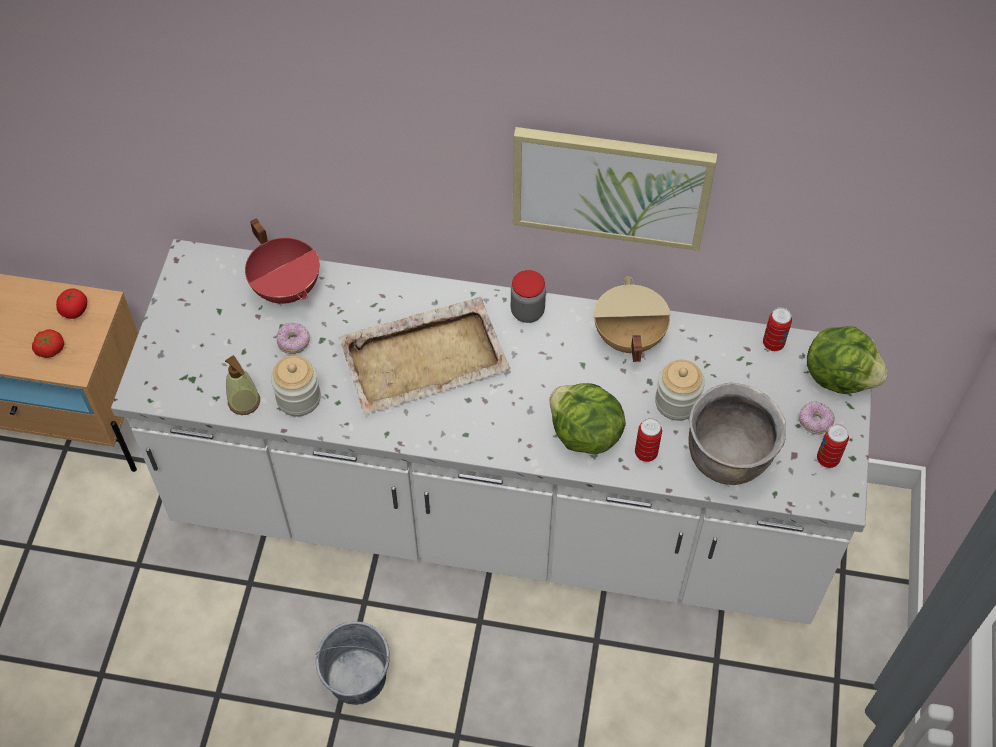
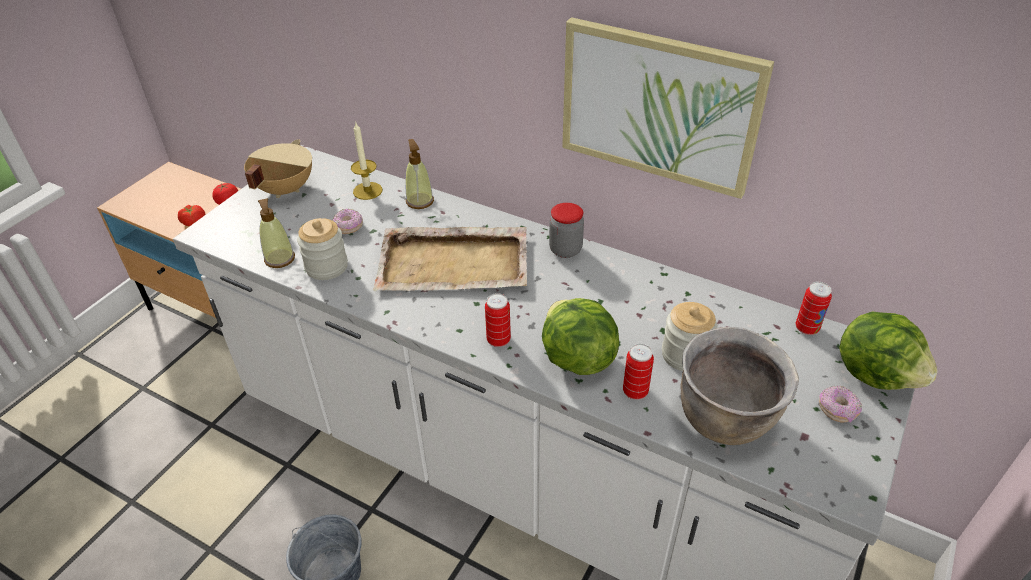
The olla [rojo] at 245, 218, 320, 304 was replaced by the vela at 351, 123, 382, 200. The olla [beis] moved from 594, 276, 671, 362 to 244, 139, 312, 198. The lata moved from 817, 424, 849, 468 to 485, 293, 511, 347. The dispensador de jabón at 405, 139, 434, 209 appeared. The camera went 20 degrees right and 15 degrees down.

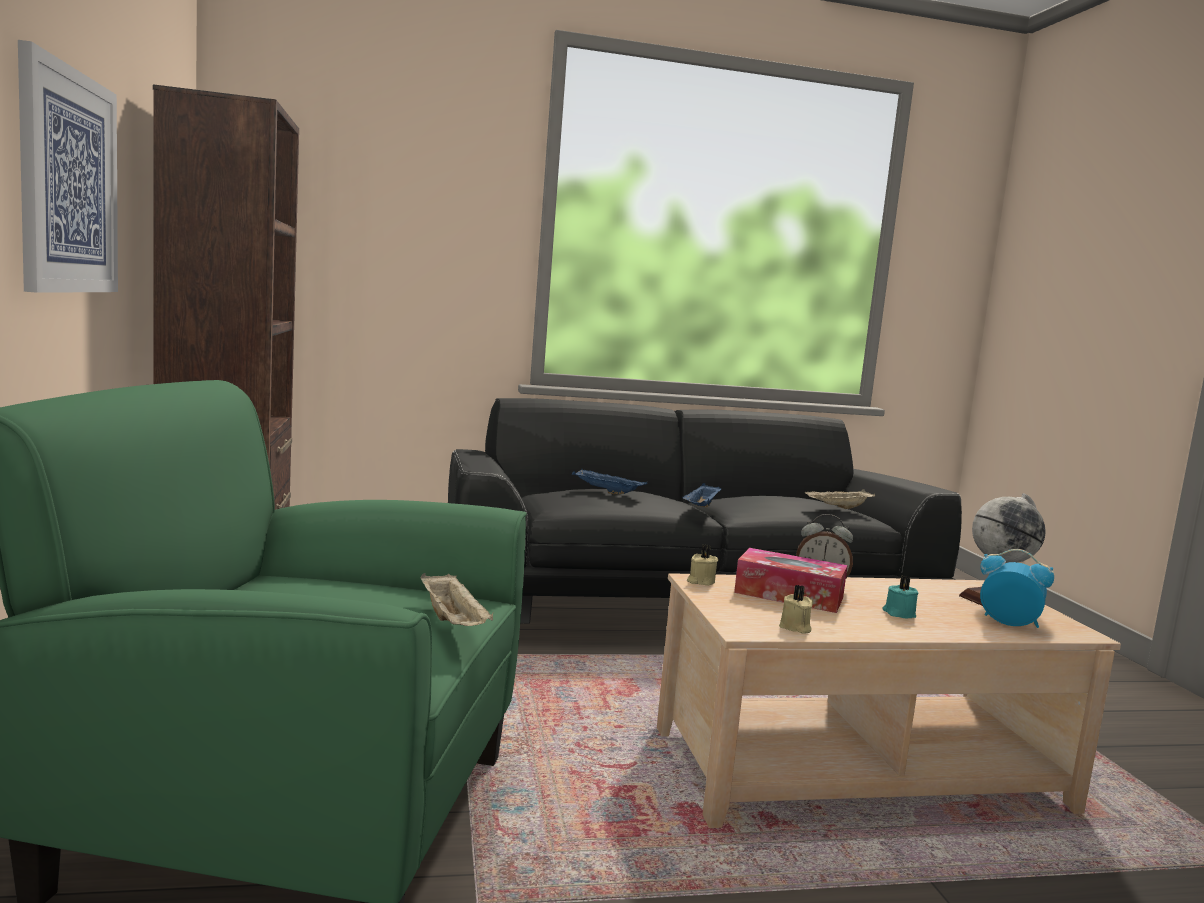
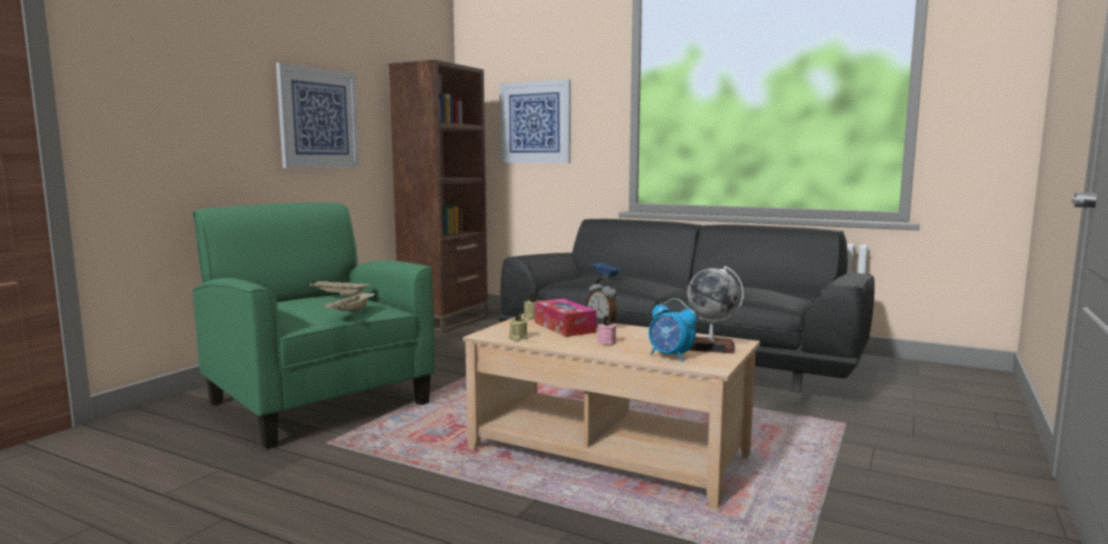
The bandeja [azul] at 682, 483, 722, 508 disappeared. The bandeja [beis] moved from 805, 489, 875, 509 to 310, 281, 371, 296. The vela [turquesa] at 882, 575, 918, 619 became the vela [rosa] at 596, 316, 617, 345. The despertador at 980, 549, 1054, 628 turned 150 degrees clockwise. The cuadro at 499, 79, 571, 163 appeared. The camera went 40 degrees right and 0 degrees up.

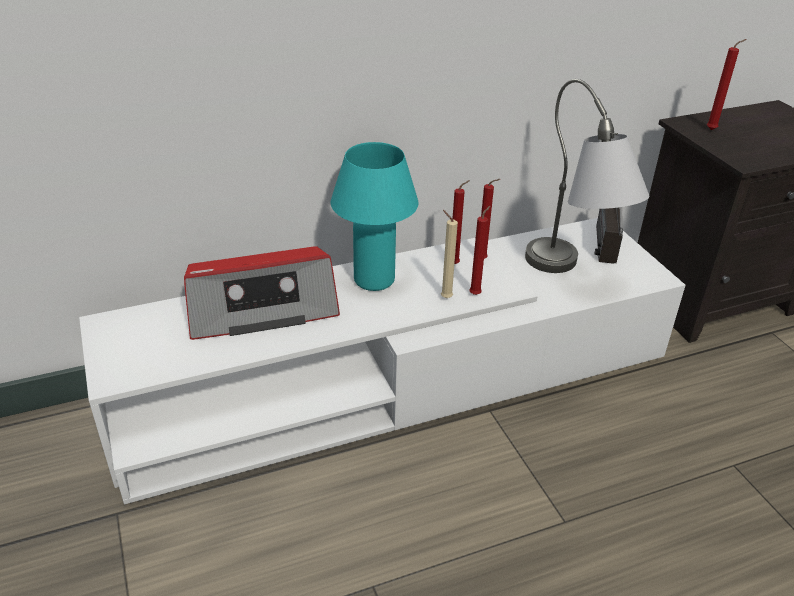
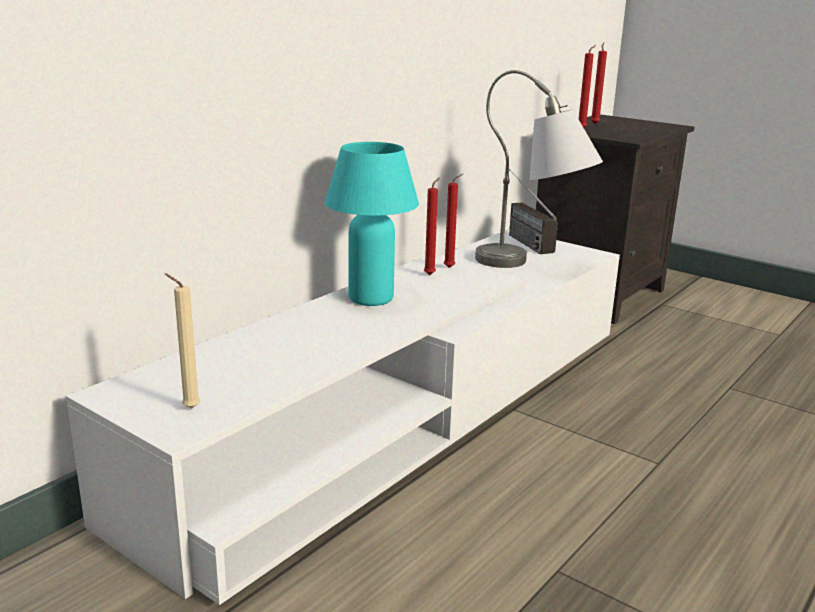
The radio at 184, 246, 340, 340 disappeared. The vela [beis] moved from 441, 210, 458, 298 to 165, 273, 200, 409. The vela [rojo] moved from 469, 206, 490, 295 to 590, 42, 607, 124. The camera went 30 degrees left and 15 degrees down.

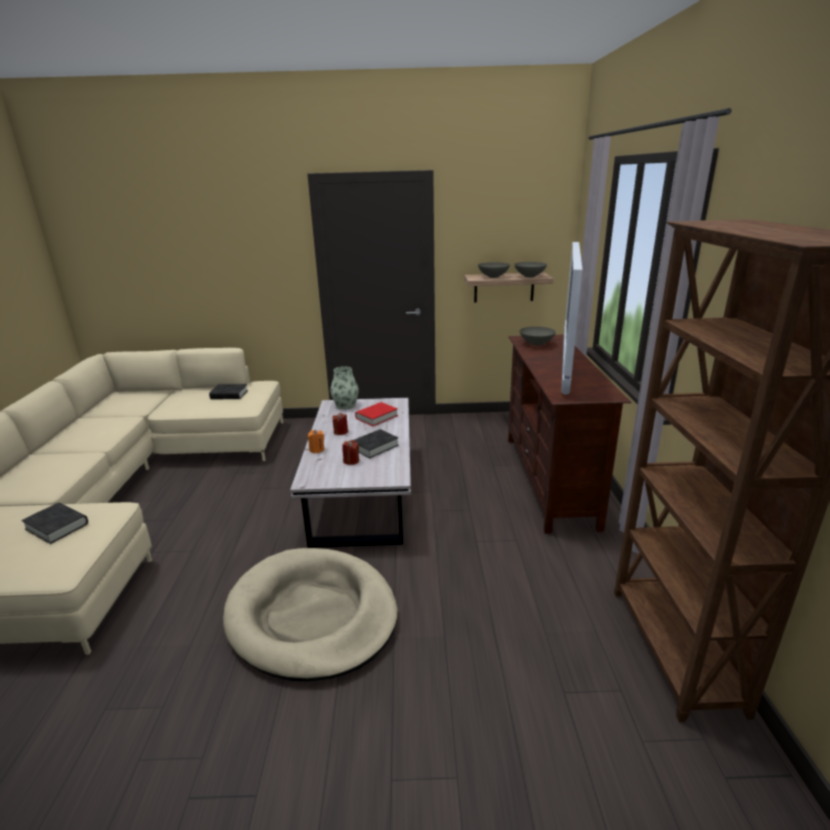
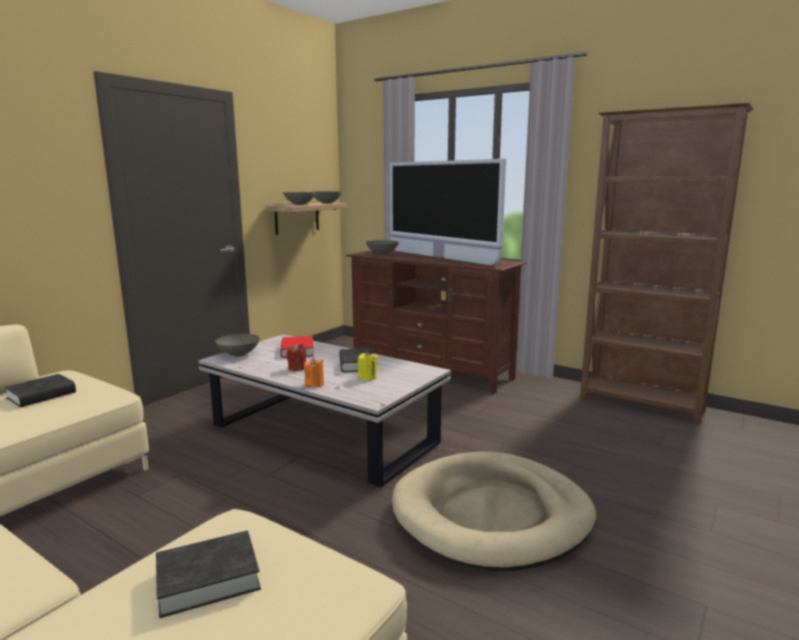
The florero at 330, 366, 359, 409 was replaced by the cuenco [gris] at 215, 334, 260, 357. The vela [rojo] at 342, 440, 359, 465 became the vela [amarillo] at 358, 352, 378, 380. The camera went 55 degrees left and 10 degrees down.

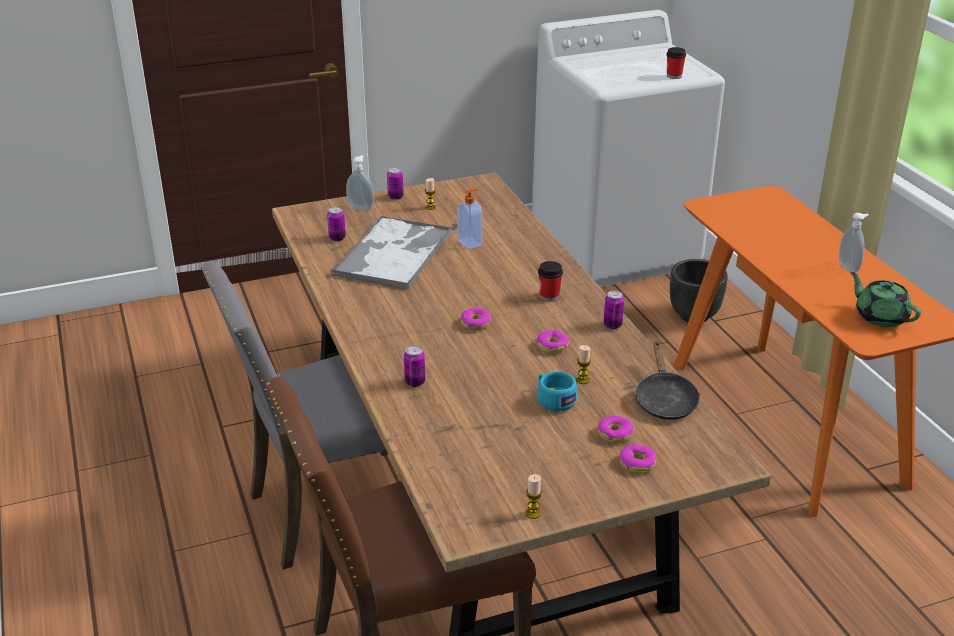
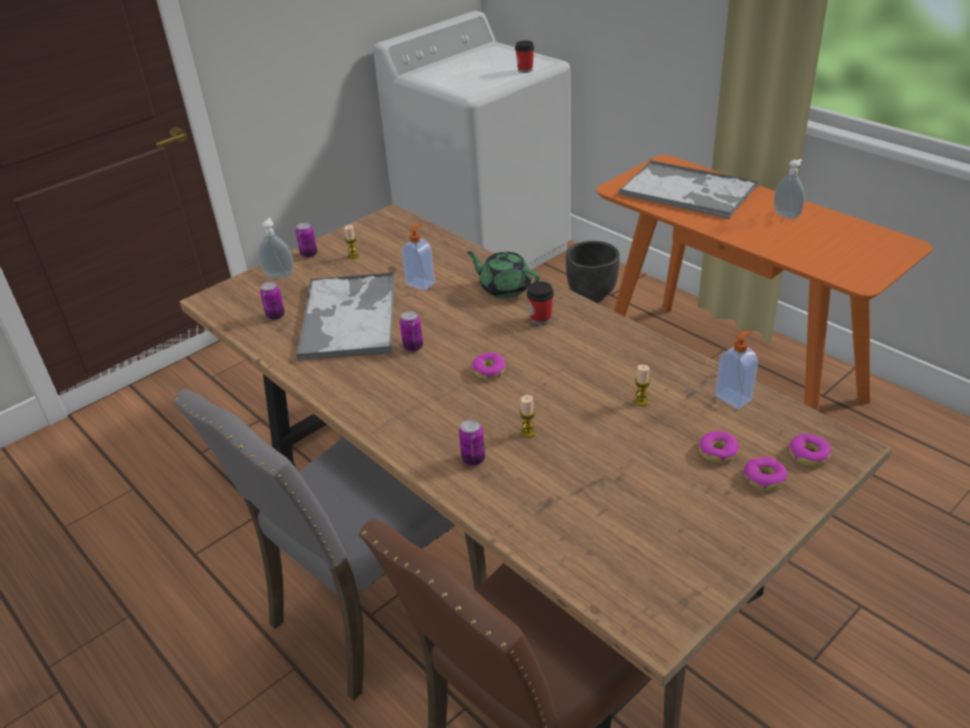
The vela moved from 525, 474, 542, 519 to 519, 395, 536, 438. The rosquilla moved from 537, 330, 569, 353 to 788, 433, 832, 467. The taza [turquesa] at 537, 371, 577, 411 disappeared. The lata moved from 603, 291, 624, 329 to 400, 311, 423, 352. The sartén [negro] at 635, 341, 700, 420 was replaced by the dispensador de jabón at 715, 331, 758, 409. The tetera [verde] moved from 850, 272, 921, 327 to 467, 251, 540, 298. The bandeja at 619, 160, 758, 219 appeared. The camera went 20 degrees left and 5 degrees up.

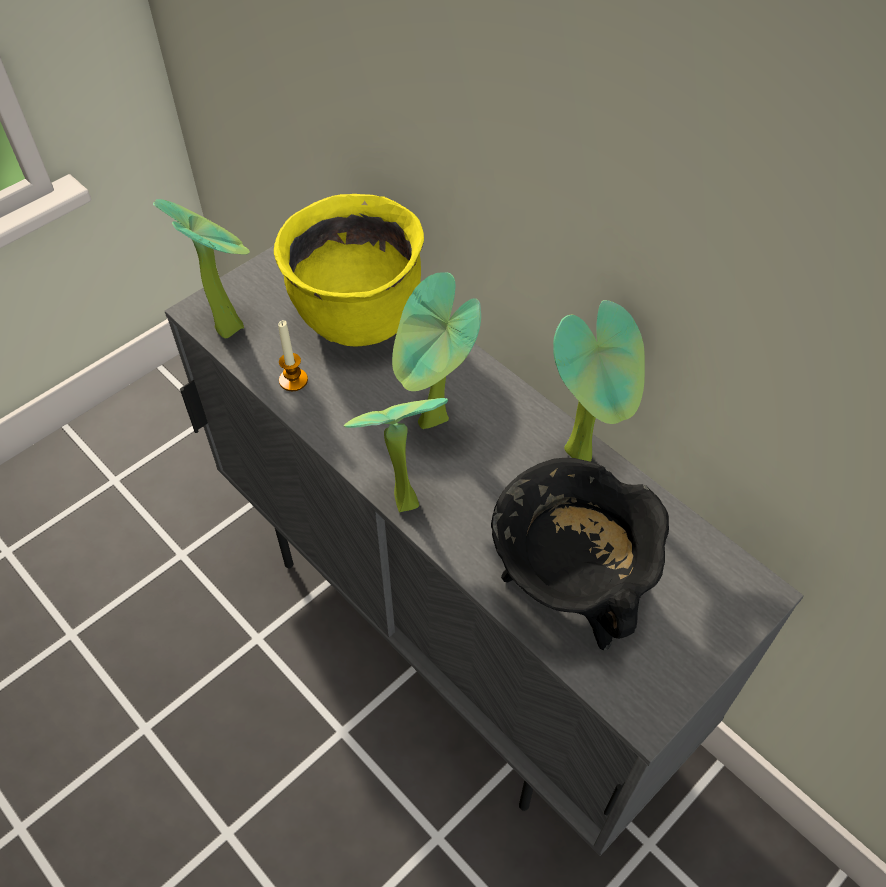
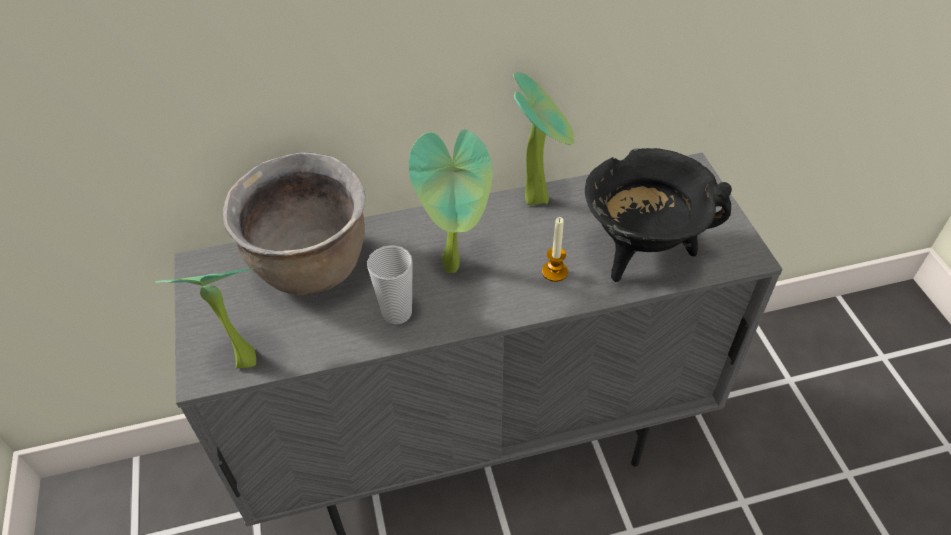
The olla [amarillo] at 274, 194, 424, 346 became the olla [marrón] at 223, 152, 366, 295. The vela moved from 278, 320, 308, 391 to 542, 217, 568, 282. The planta en maceta at 344, 398, 448, 512 disappeared. The taza at 367, 245, 413, 324 appeared. The camera went 60 degrees left and 5 degrees down.

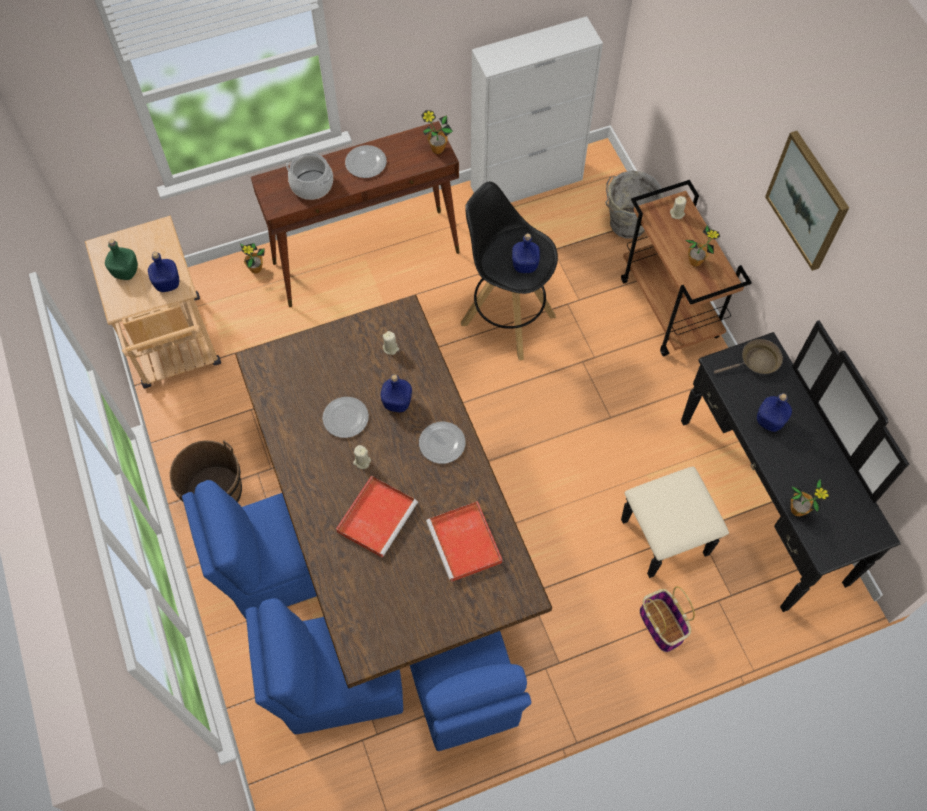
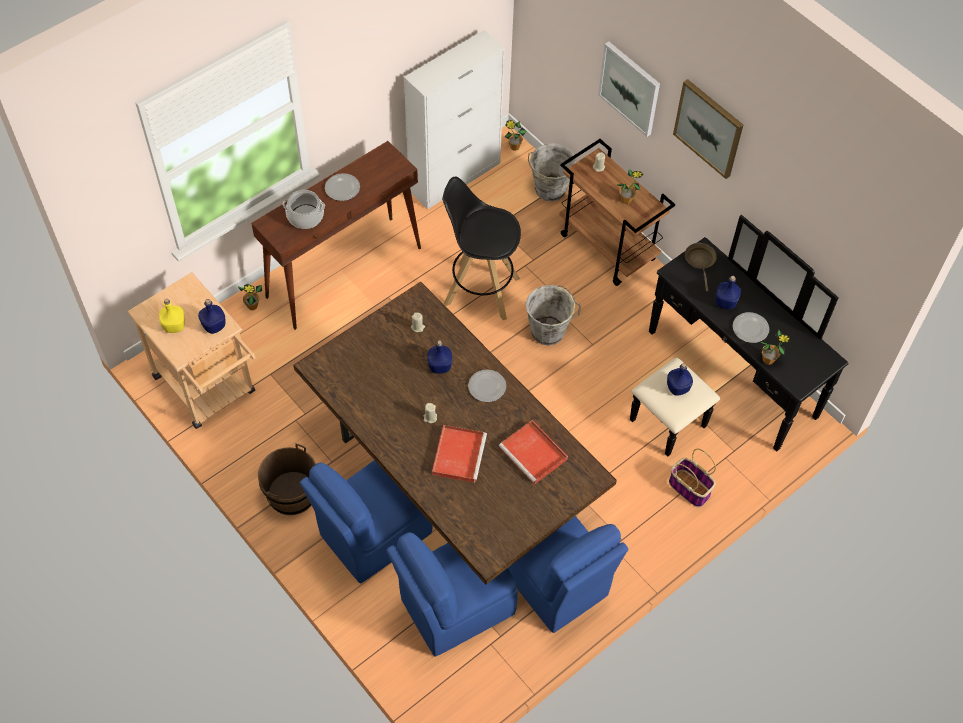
The botella [verde] at 105, 239, 138, 280 became the botella [amarillo] at 159, 299, 185, 333. The plato moved from 323, 397, 369, 438 to 733, 312, 769, 343. The planta en maceta moved from 421, 110, 453, 154 to 505, 120, 527, 151. The botella [azul] moved from 512, 233, 540, 273 to 667, 363, 693, 396. The sartén [marrón] at 714, 339, 783, 374 turned 60 degrees counterclockwise. The cubo [gris] at 525, 285, 581, 346 appeared. The cuadro at 598, 41, 660, 137 appeared. The camera went 20 degrees left and 5 degrees down.

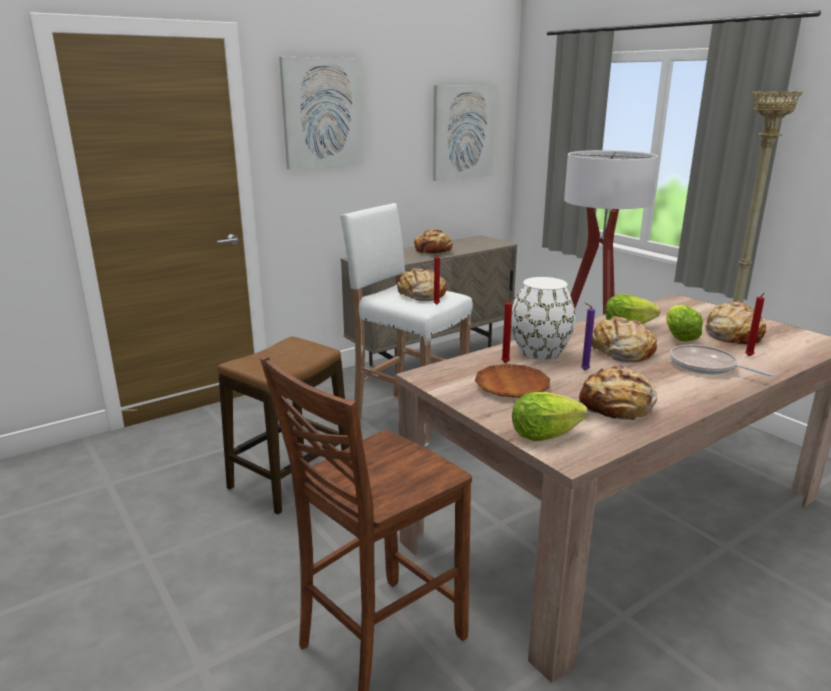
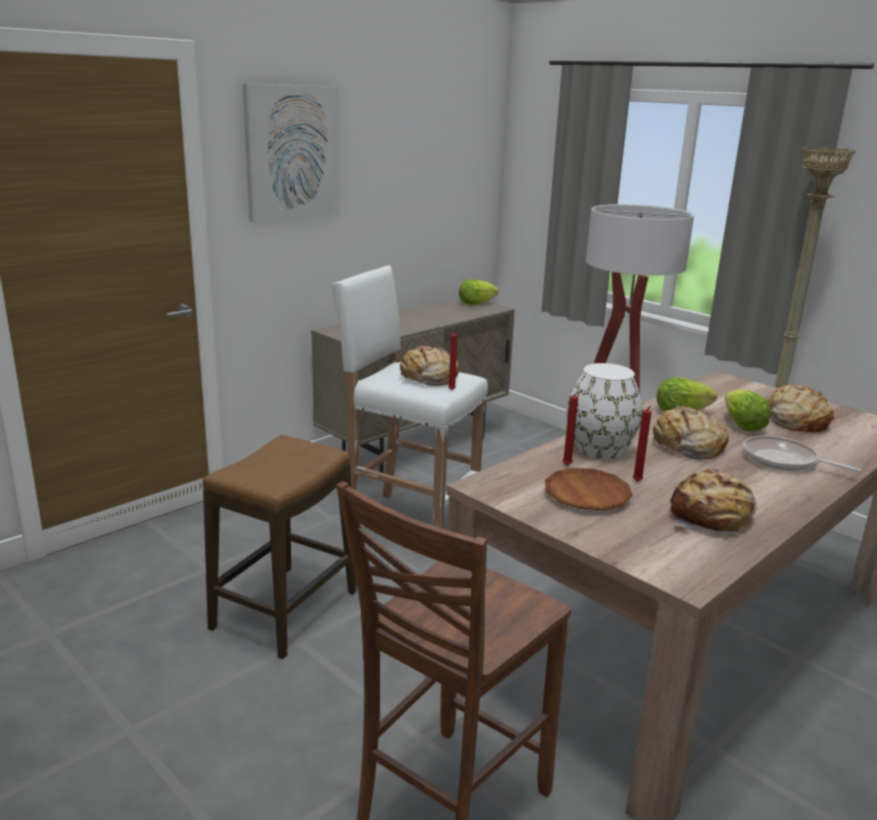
The pan at 414, 229, 453, 254 disappeared. The cuadro at 433, 85, 496, 181 disappeared. The lechuga moved from 512, 392, 588, 441 to 459, 279, 499, 305. The vela [morado] at 581, 303, 595, 370 disappeared. The vela [rojo] moved from 745, 293, 765, 356 to 633, 406, 651, 482. The camera went 10 degrees left and 0 degrees up.

